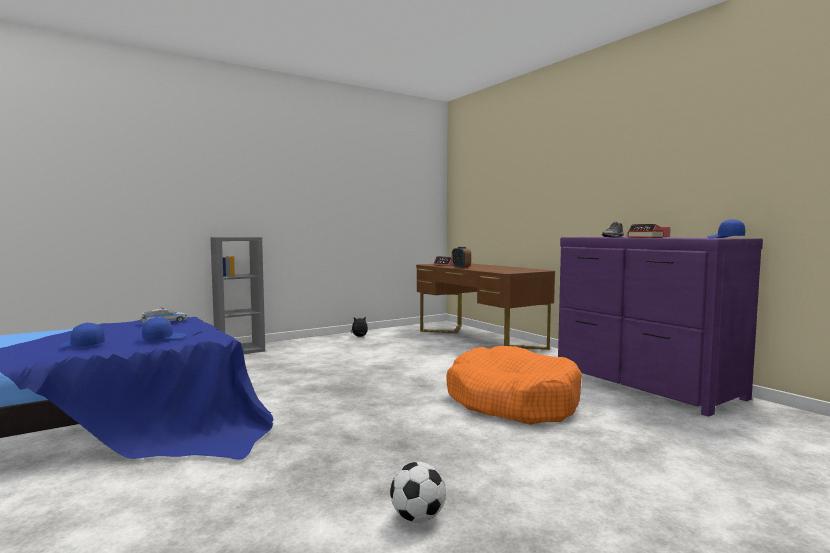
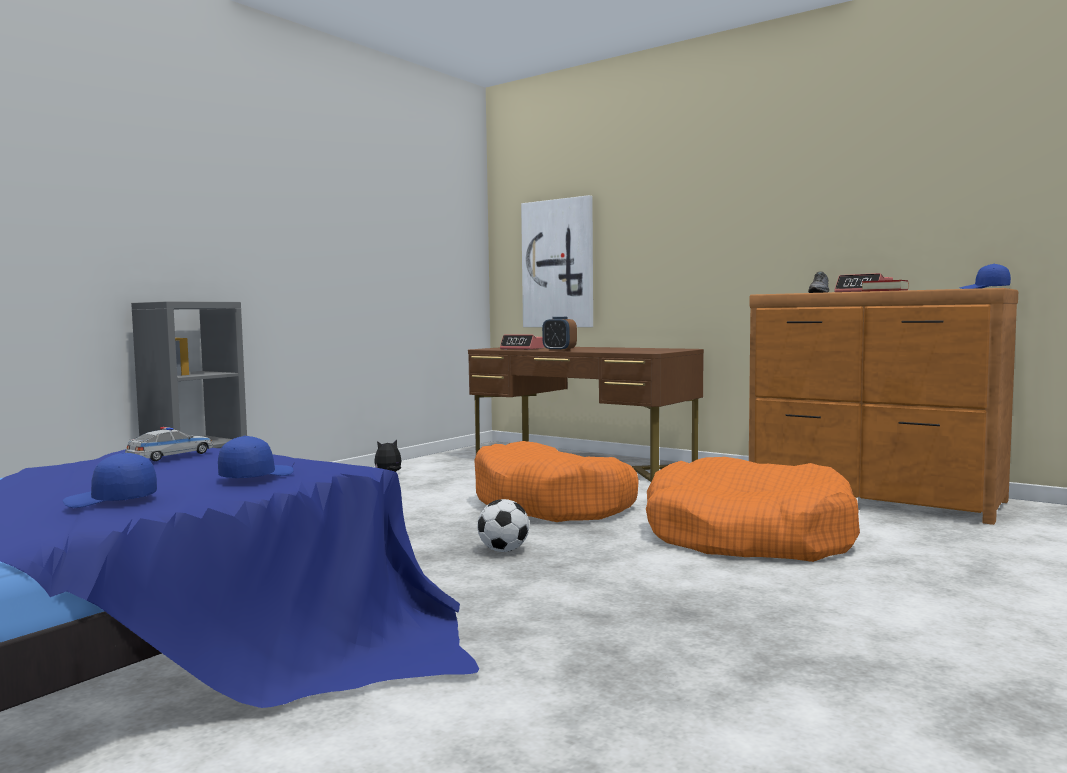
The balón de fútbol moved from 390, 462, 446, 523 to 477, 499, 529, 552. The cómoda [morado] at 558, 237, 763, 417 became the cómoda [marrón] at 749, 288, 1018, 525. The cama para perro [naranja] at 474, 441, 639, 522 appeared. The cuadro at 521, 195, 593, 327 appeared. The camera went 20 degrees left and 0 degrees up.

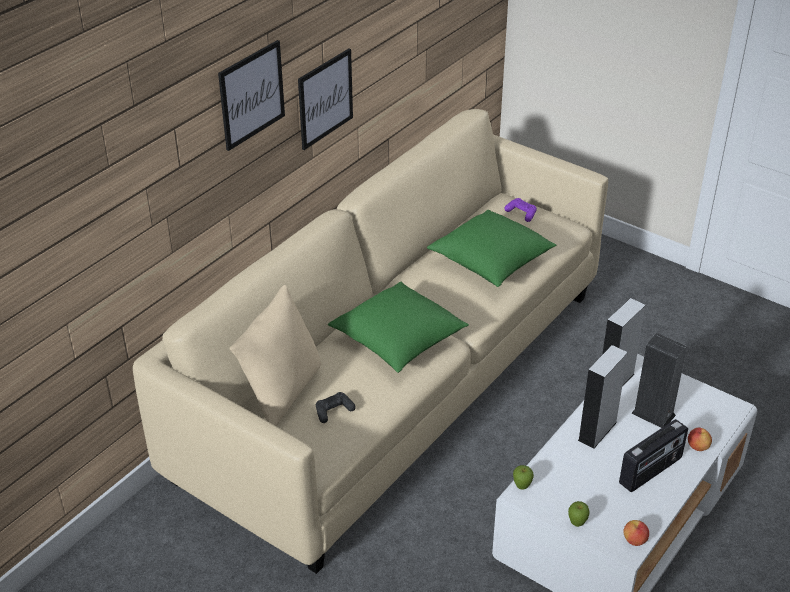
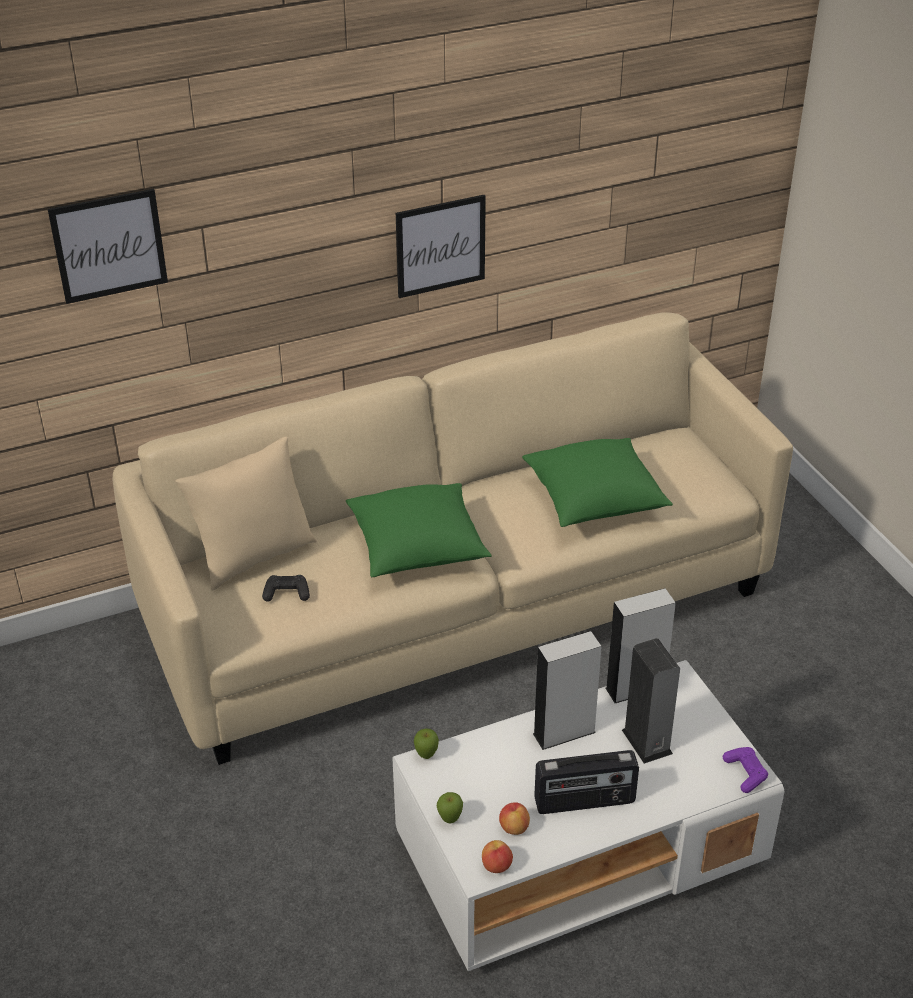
The cuadro moved from 218, 40, 285, 151 to 48, 189, 168, 304. The mando de consola [morado] moved from 504, 198, 537, 222 to 723, 747, 768, 793. The manzana moved from 688, 427, 712, 451 to 499, 802, 530, 835. The camera went 30 degrees right and 0 degrees up.

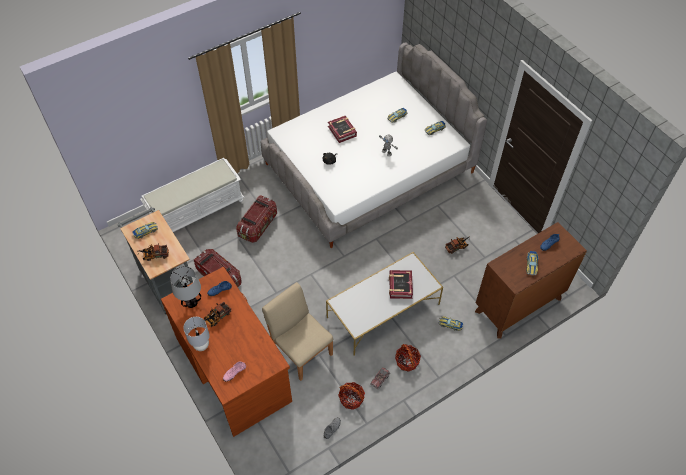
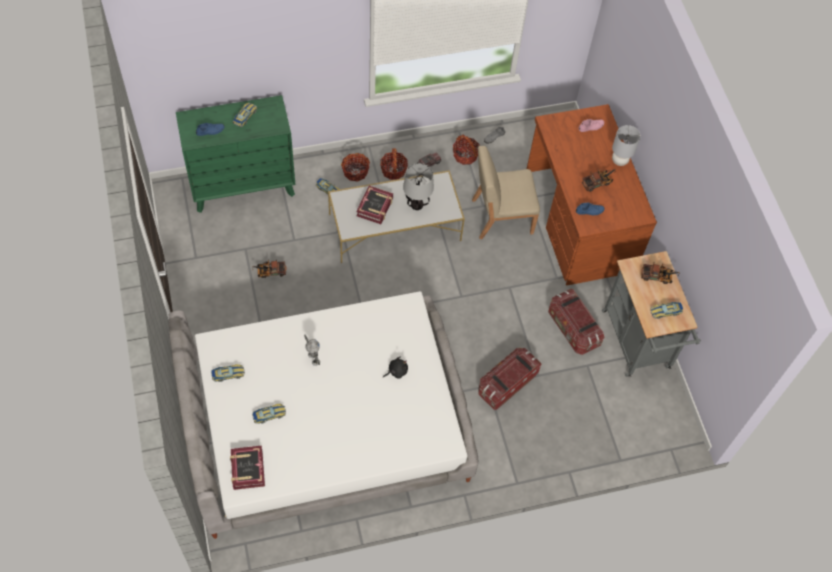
The banco [blanco] at 140, 158, 244, 232 disappeared. The lámpara de mesa moved from 170, 266, 201, 308 to 403, 163, 434, 210. The silla [beis] at 262, 282, 333, 381 turned 105 degrees clockwise. The libro moved from 328, 116, 357, 143 to 230, 446, 265, 490. The cómoda [marrón] at 475, 222, 587, 339 became the cómoda [verde] at 176, 95, 295, 213. The cesta at 341, 153, 370, 182 appeared. The camera went 165 degrees left and 5 degrees up.

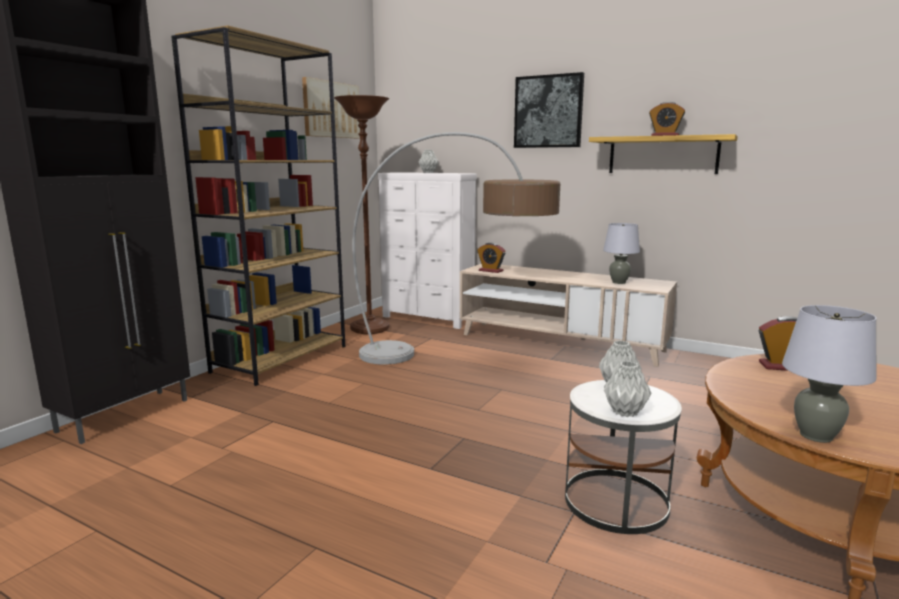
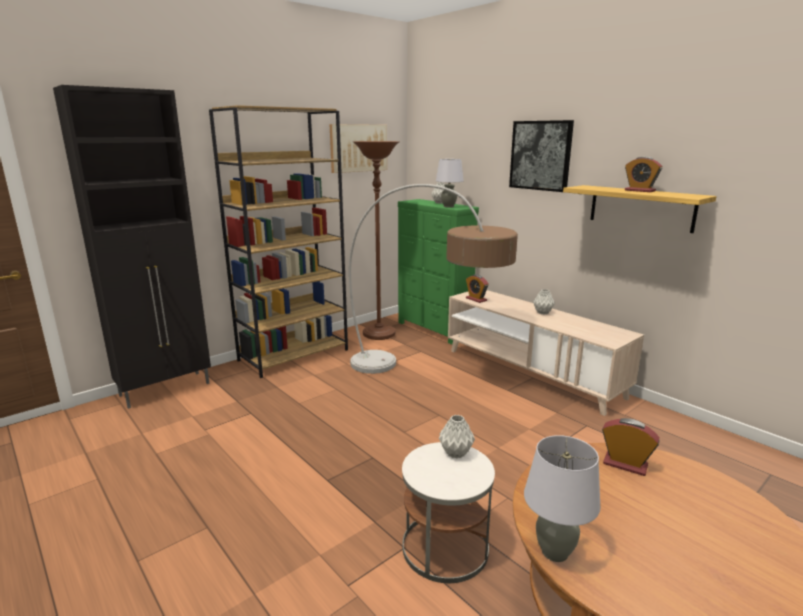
The cómoda [blanco] at 378, 172, 477, 329 became the cómoda [verde] at 398, 199, 479, 344. The lámpara de mesa [gris] moved from 603, 223, 640, 284 to 436, 159, 464, 208. The florero [gris] moved from 604, 361, 651, 417 to 533, 289, 555, 315. The camera went 20 degrees right and 5 degrees up.

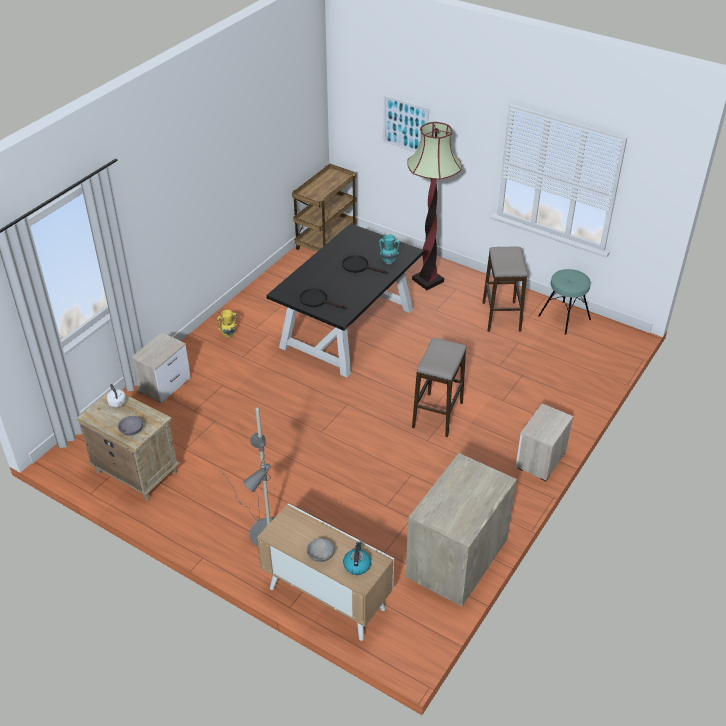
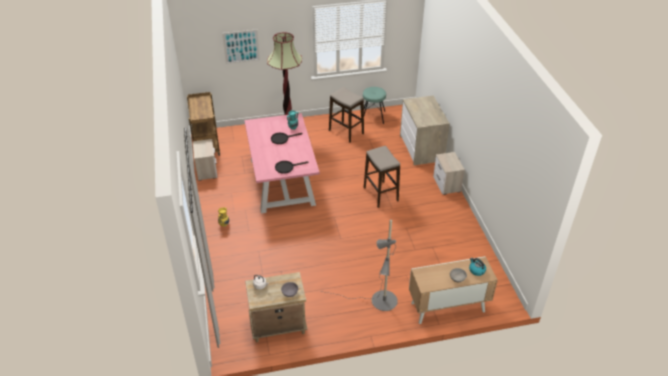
The mesita de noche moved from 131, 333, 191, 403 to 193, 139, 218, 181. The mesa de comedor [negro] at 266, 223, 424, 378 became the mesa de comedor [rosa] at 244, 113, 320, 214. The cómoda moved from 405, 453, 517, 606 to 400, 96, 450, 165. The camera went 45 degrees left and 0 degrees up.

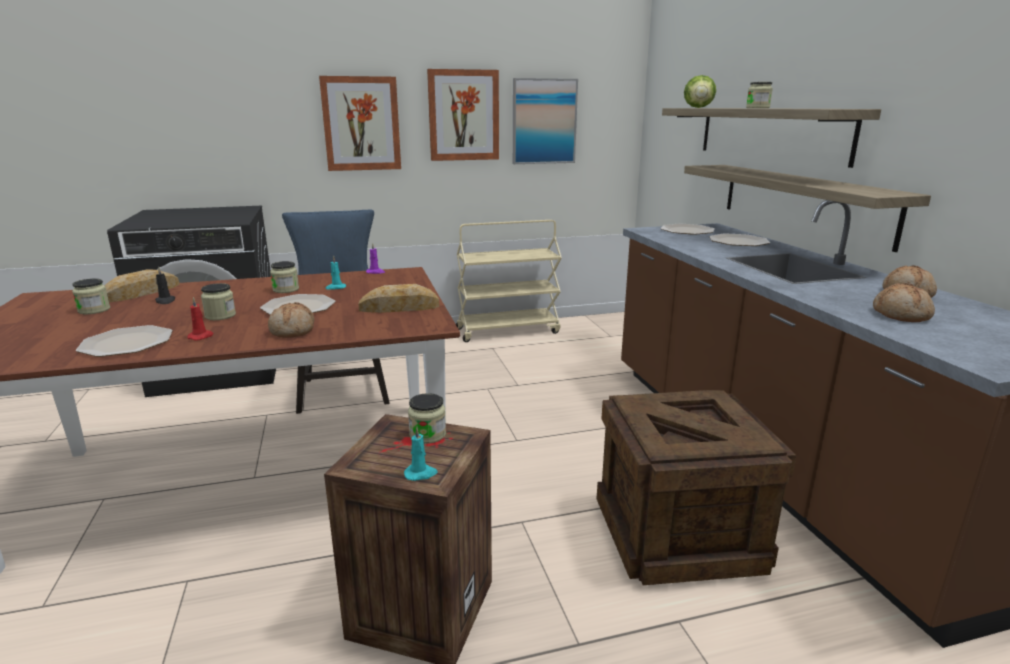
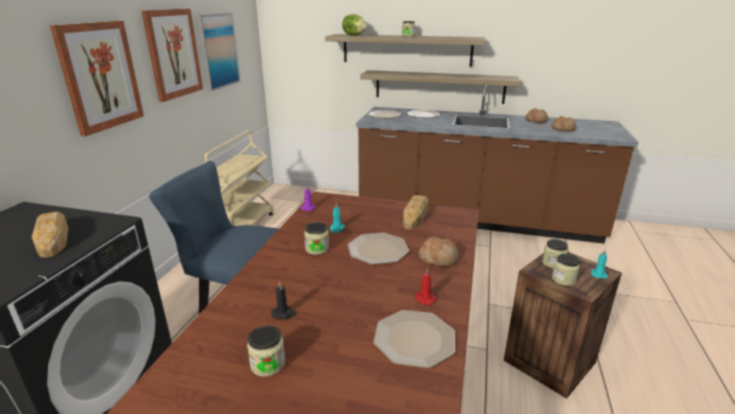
The pan moved from 105, 269, 180, 302 to 32, 212, 68, 258. The tarro moved from 201, 283, 236, 320 to 552, 254, 580, 286. The caja de embalaje at 597, 390, 797, 585 disappeared. The camera went 60 degrees left and 5 degrees up.

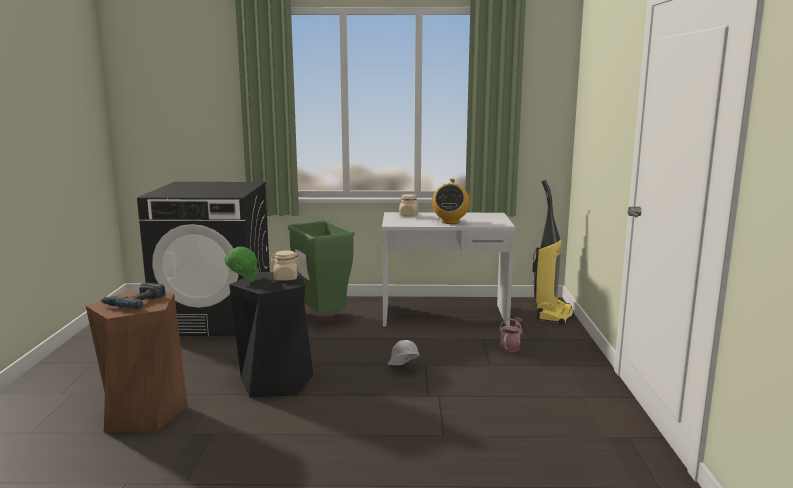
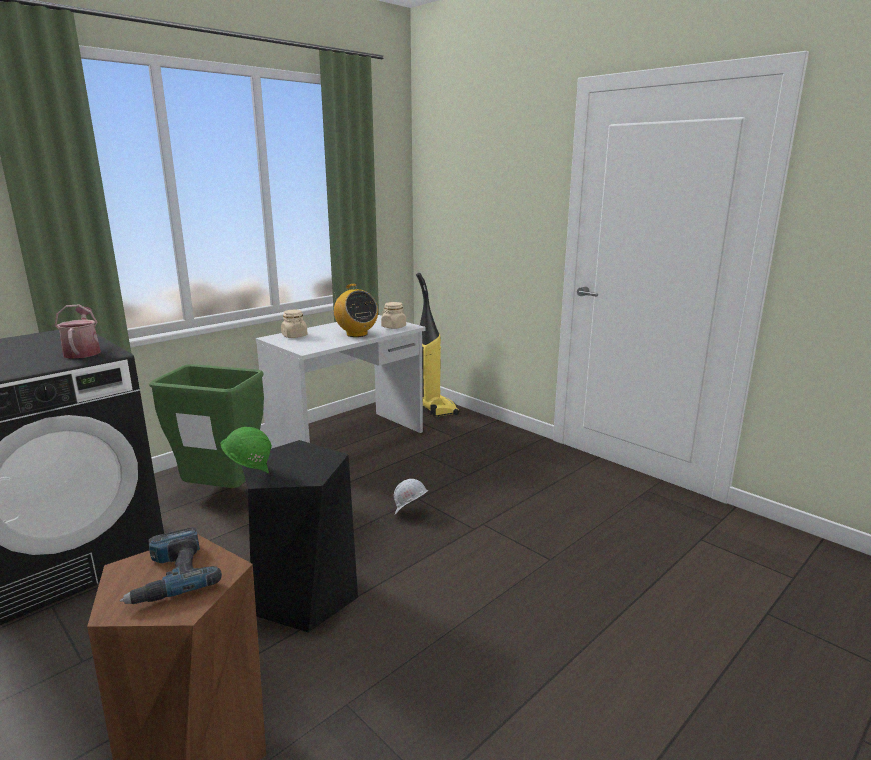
The tarro [beis] moved from 270, 250, 300, 281 to 381, 302, 406, 329. The regadera moved from 499, 317, 522, 352 to 54, 305, 101, 359. The camera went 45 degrees left and 5 degrees up.

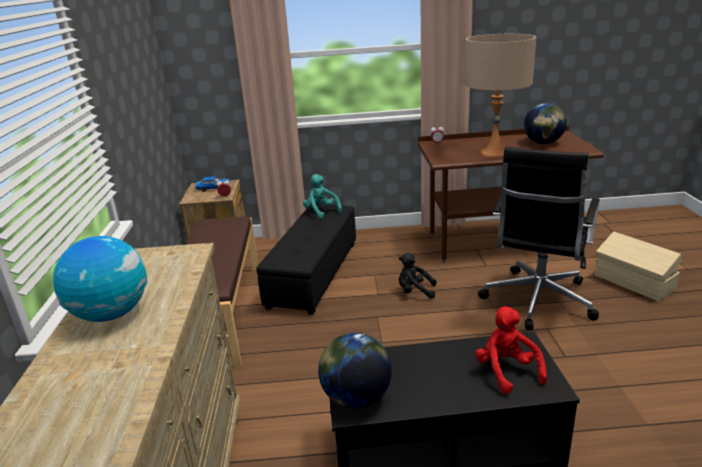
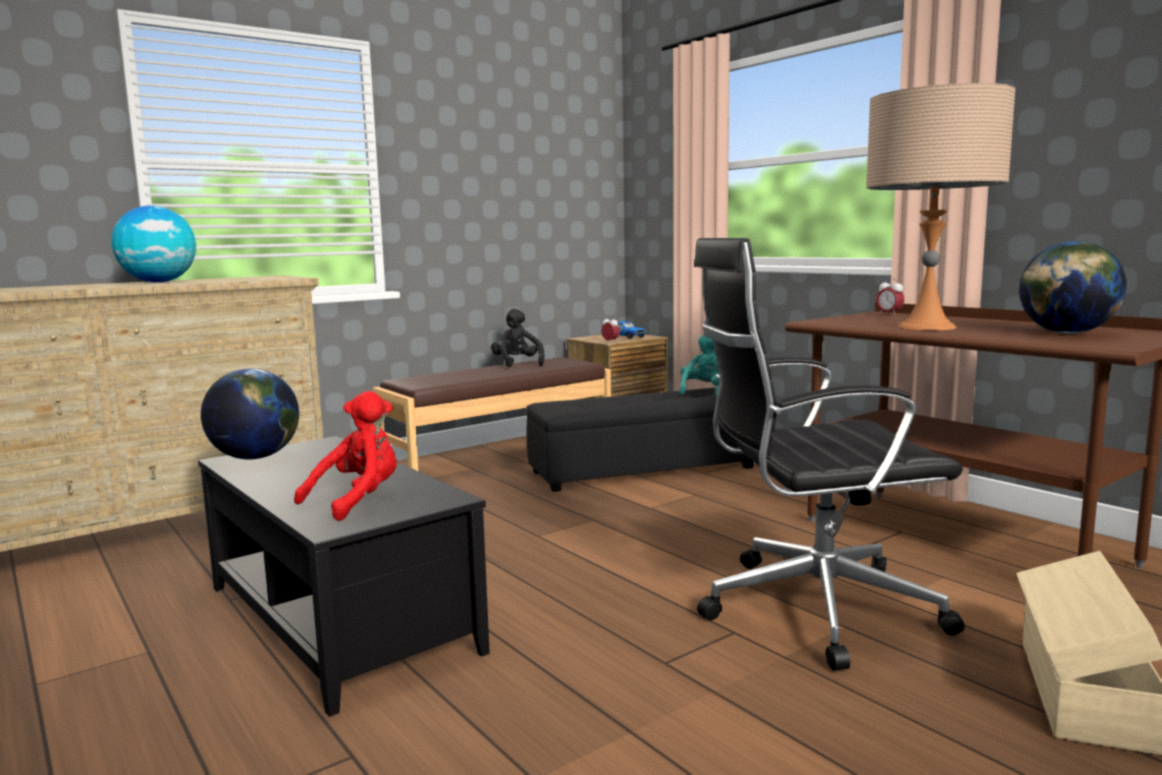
The peluche [negro] moved from 399, 253, 437, 299 to 491, 309, 544, 367. The camera went 55 degrees right and 15 degrees down.

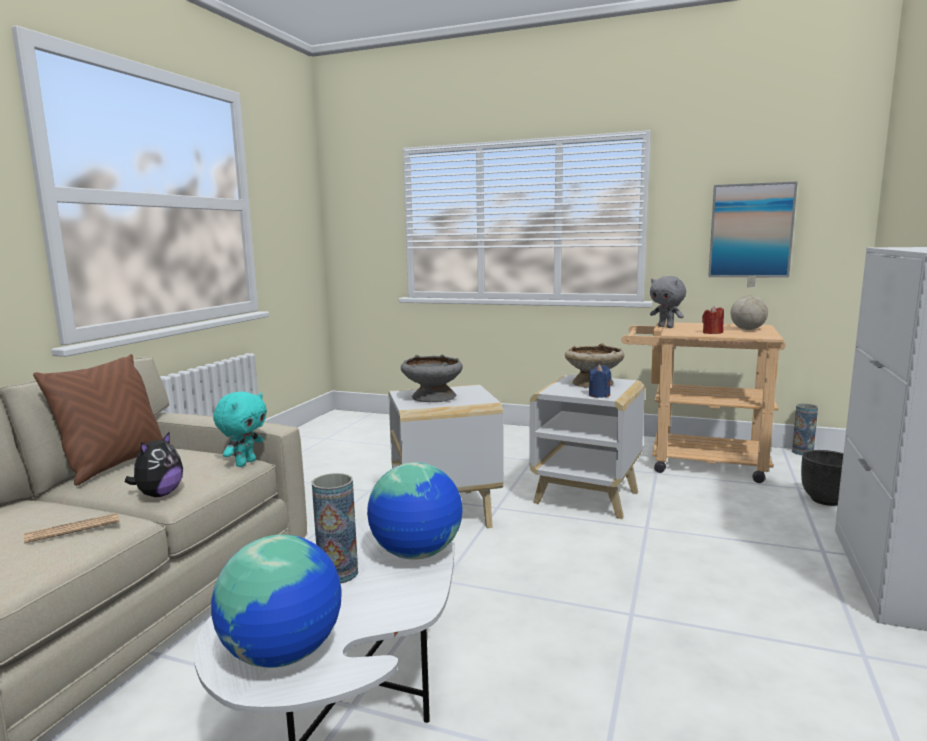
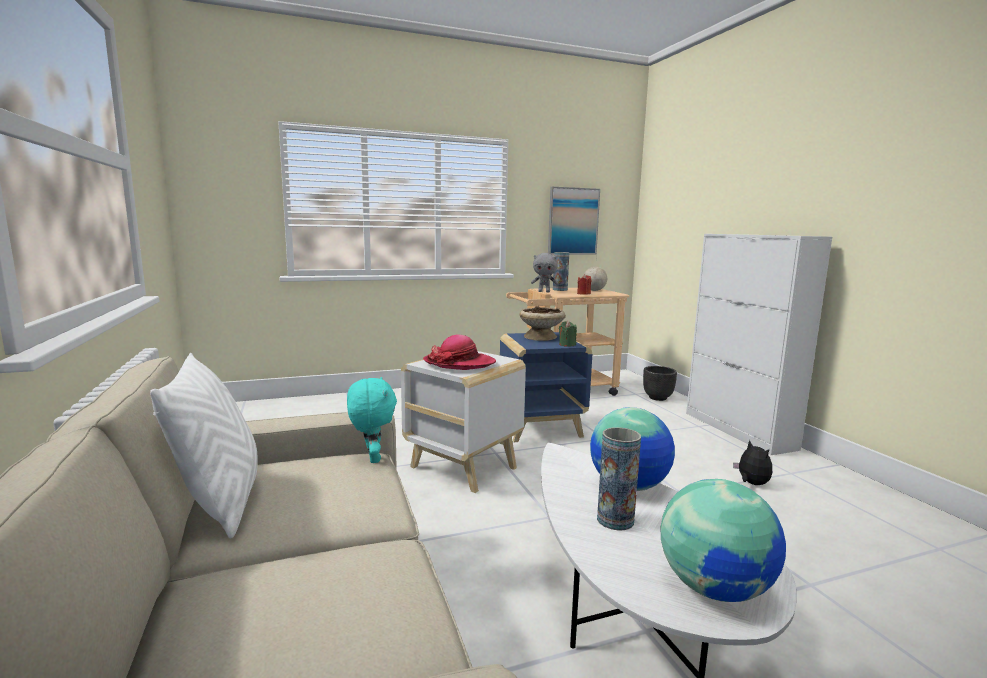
The periódico at 24, 513, 119, 543 disappeared. The cojín [marrón] at 33, 354, 163, 486 became the cojín [blanco] at 150, 353, 258, 539. The peluche moved from 125, 431, 183, 497 to 733, 440, 772, 485. The cuenco [gris] at 401, 355, 463, 402 was replaced by the sombrero at 423, 335, 496, 370. The mesa auxiliar [blanco] at 529, 375, 645, 519 became the mesa auxiliar [azul] at 500, 332, 592, 442. The vela [azul] at 589, 365, 611, 398 became the vela [verde] at 559, 321, 577, 347. The florero moved from 792, 404, 818, 455 to 553, 252, 569, 291. The camera went 40 degrees left and 0 degrees up.

